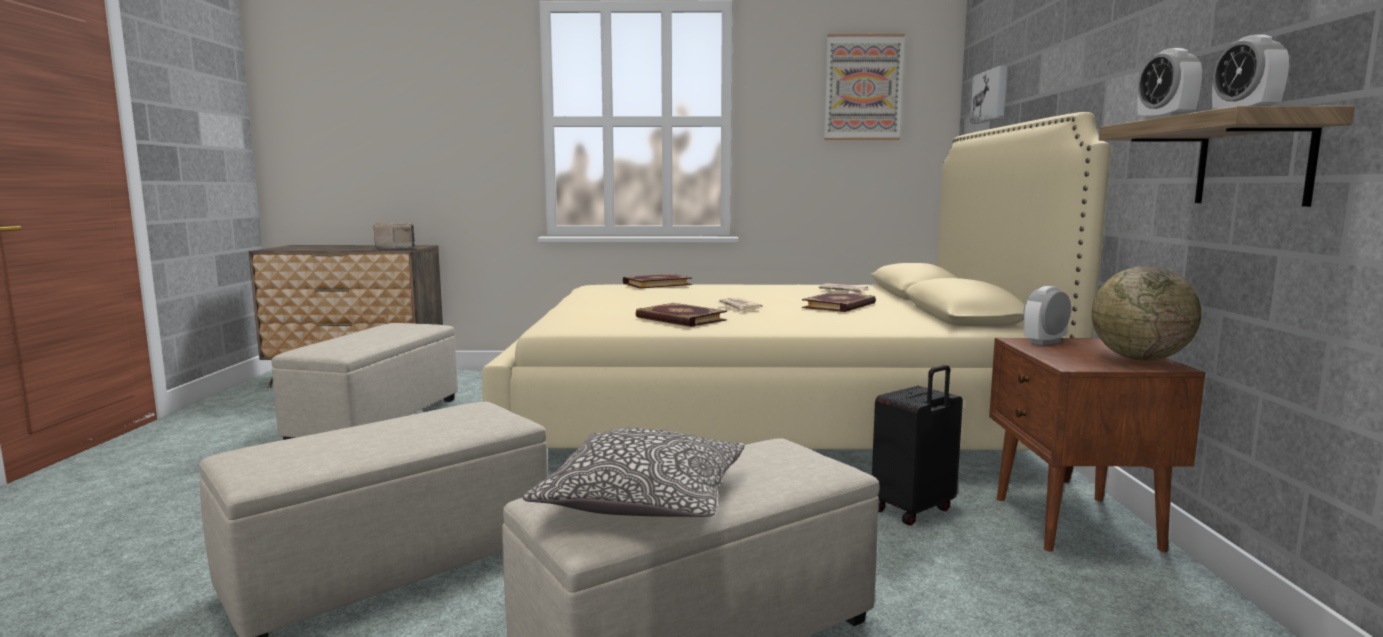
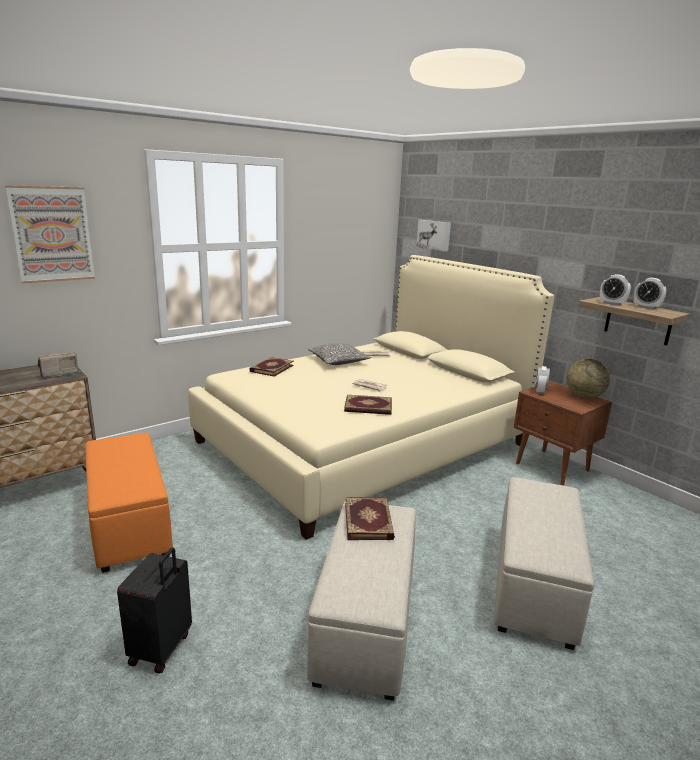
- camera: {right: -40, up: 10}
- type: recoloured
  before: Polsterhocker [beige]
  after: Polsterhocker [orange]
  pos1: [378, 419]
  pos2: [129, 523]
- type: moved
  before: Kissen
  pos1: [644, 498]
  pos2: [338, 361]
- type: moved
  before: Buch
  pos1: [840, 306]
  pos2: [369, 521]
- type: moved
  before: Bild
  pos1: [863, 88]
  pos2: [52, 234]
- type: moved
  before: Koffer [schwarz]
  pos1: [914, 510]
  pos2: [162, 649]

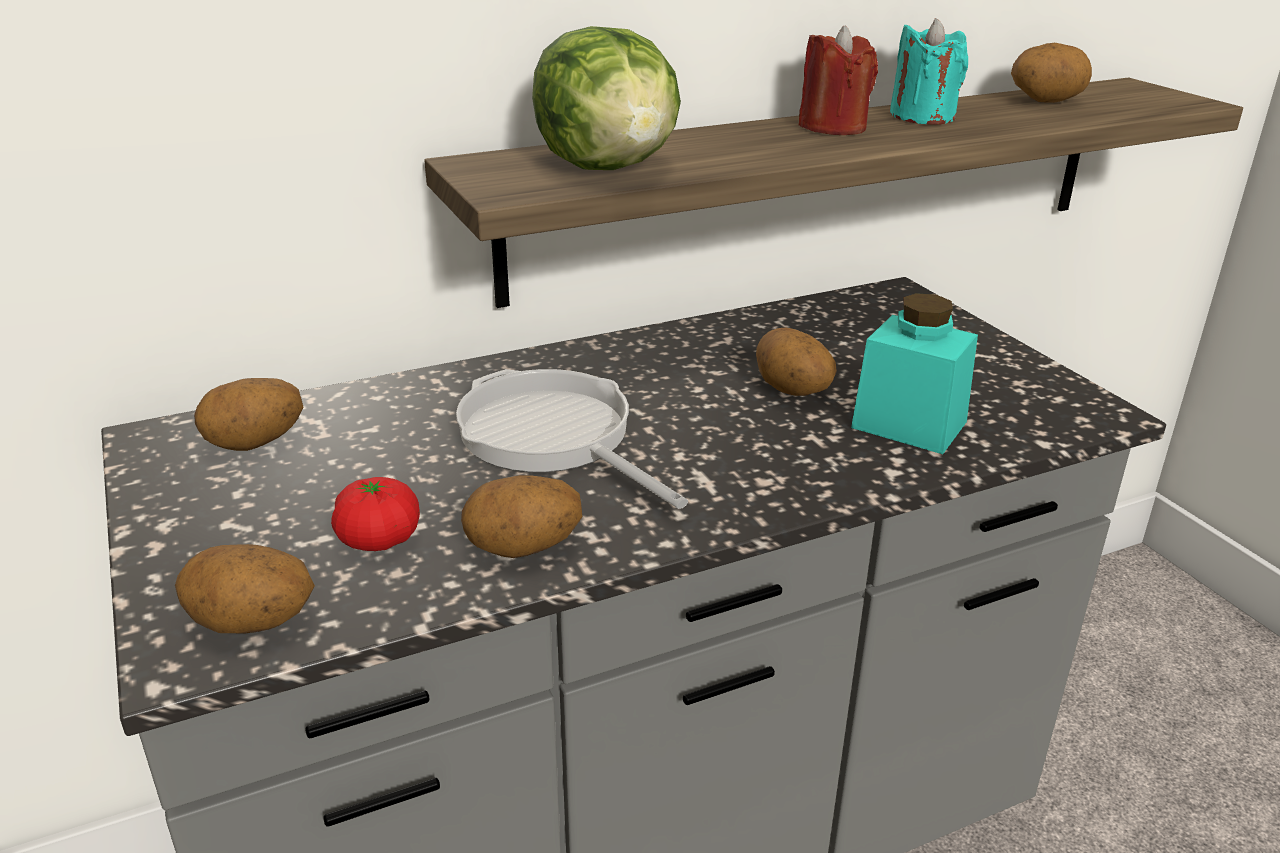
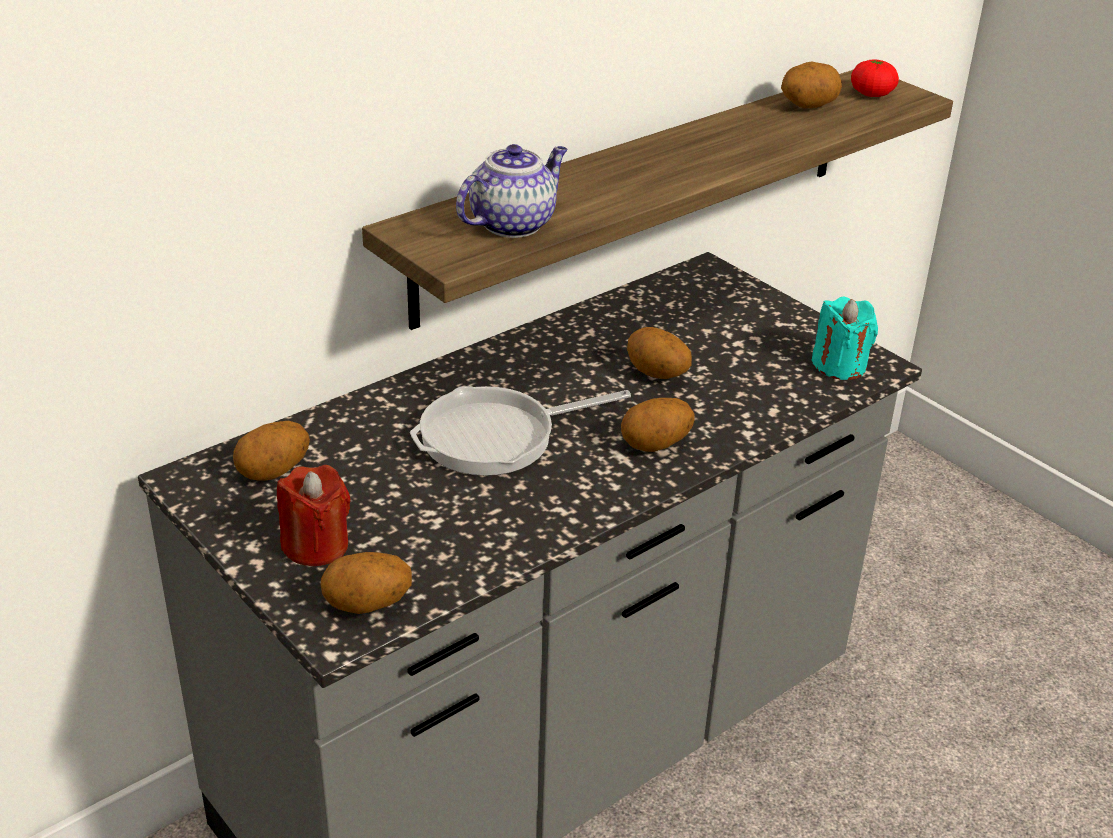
- camera: {right: -15, up: 5}
- type: moved
  before: Tomate
  pos1: [379, 539]
  pos2: [872, 94]
- type: turned
  before: Pfanne
  pos1: [552, 437]
  pos2: [497, 437]
  turn: -60
- type: moved
  before: Kartoffel
  pos1: [523, 550]
  pos2: [656, 446]
- type: replaced
  before: Salatkopf
  after: Teekanne
  pos1: [610, 167]
  pos2: [513, 223]
- type: moved
  before: Kerze [rot]
  pos1: [833, 127]
  pos2: [316, 546]
- type: removed
  before: Vorratsglas [türkis]
  pos1: [909, 424]
- type: moved
  before: Kerze [türkis]
  pos1: [922, 116]
  pos2: [839, 366]

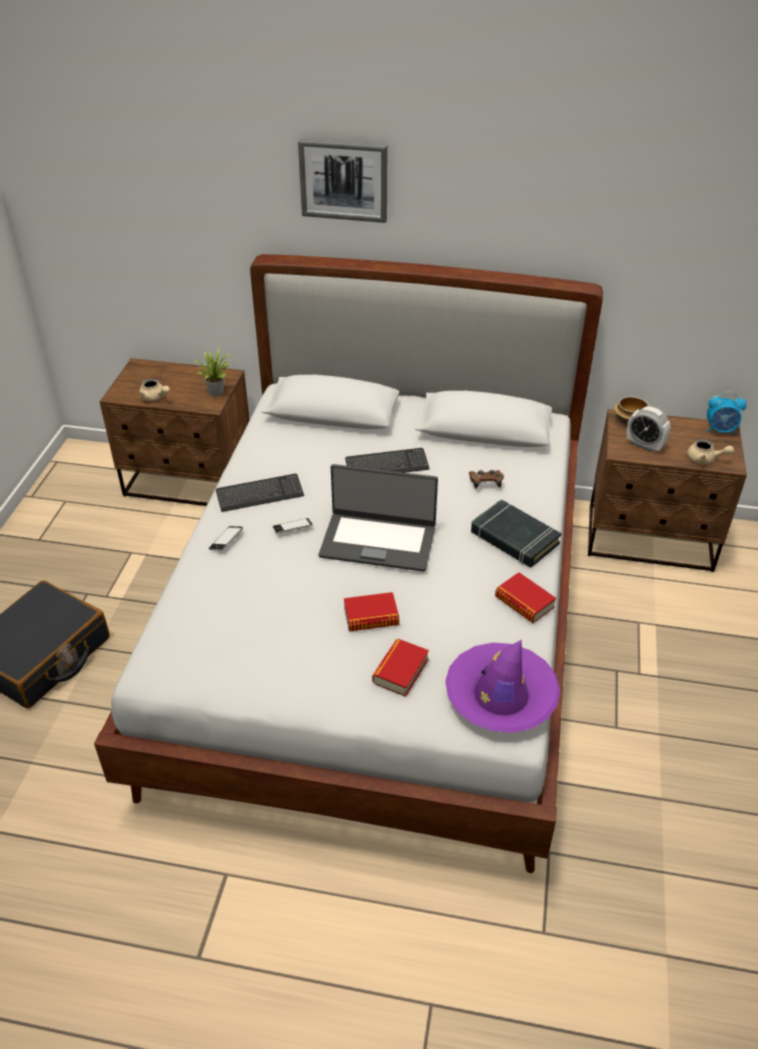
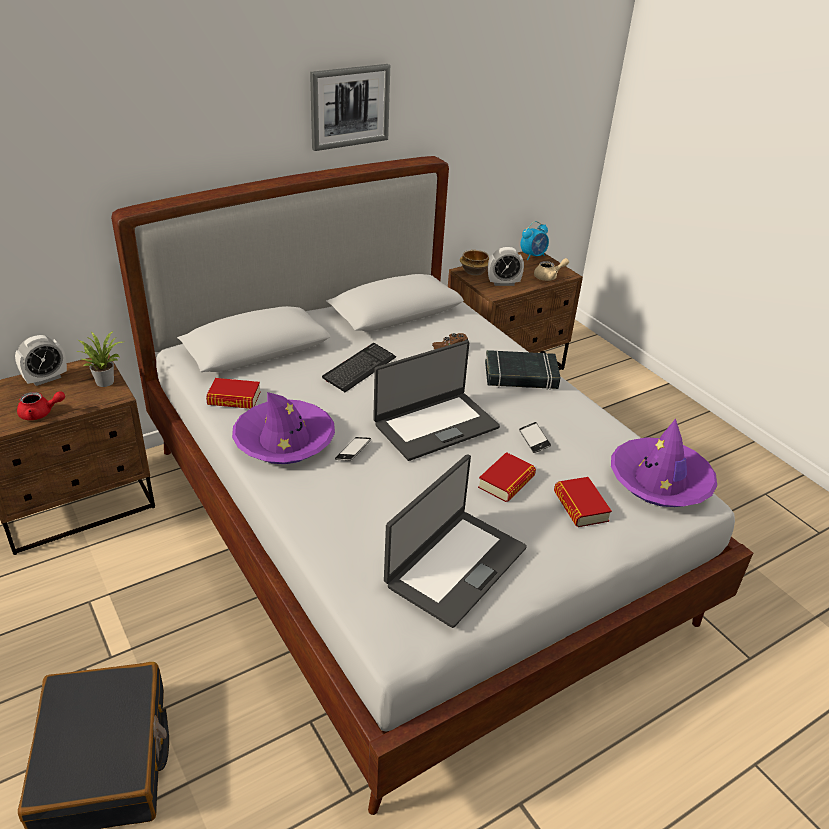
- camera: {right: -45, up: -5}
- type: recoloured
  before: Teekanne [beige]
  after: Teekanne [rot]
  pos1: [155, 397]
  pos2: [40, 413]
- type: moved
  before: Handy
  pos1: [226, 541]
  pos2: [534, 440]
- type: replaced
  before: Tastatur
  after: Hut [lila]
  pos1: [260, 494]
  pos2: [284, 440]
- type: moved
  before: Bild
  pos1: [344, 180]
  pos2: [349, 106]
- type: moved
  before: Buch
  pos1: [524, 602]
  pos2: [234, 398]
- type: added
  after: Wecker
  pos2: [46, 378]
- type: added
  after: Laptop
  pos2: [455, 565]

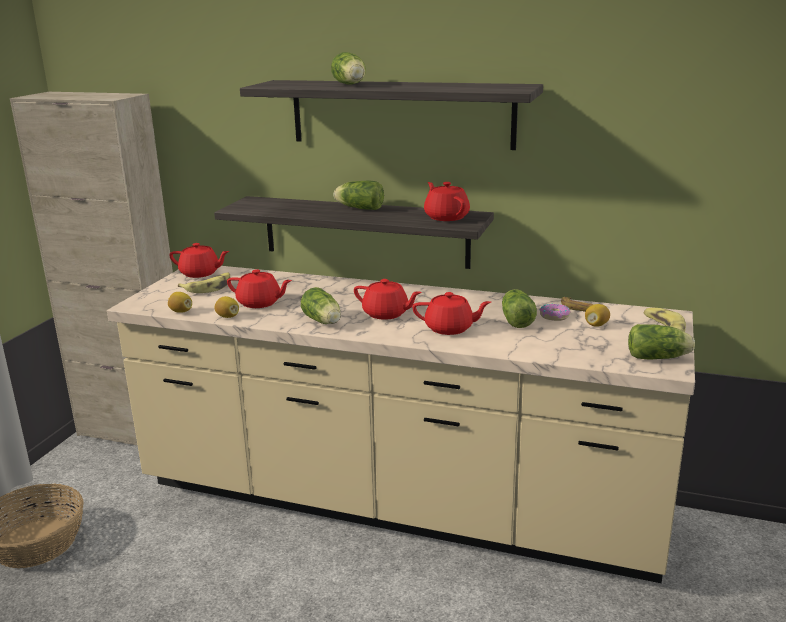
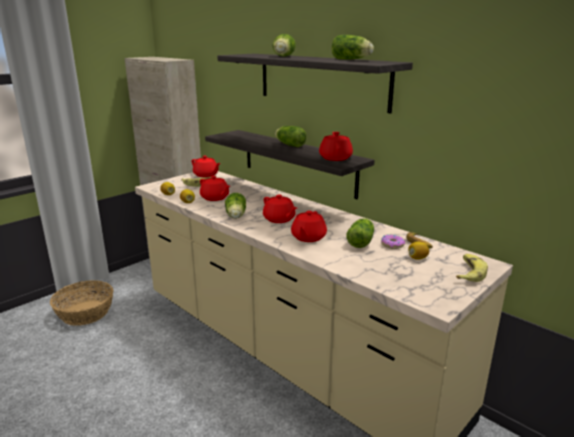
- camera: {right: 25, up: 0}
- type: turned
  before: Teekanne [rot]
  pos1: [450, 328]
  pos2: [308, 237]
  turn: 75
- type: moved
  before: Salatkopf
  pos1: [659, 357]
  pos2: [352, 59]

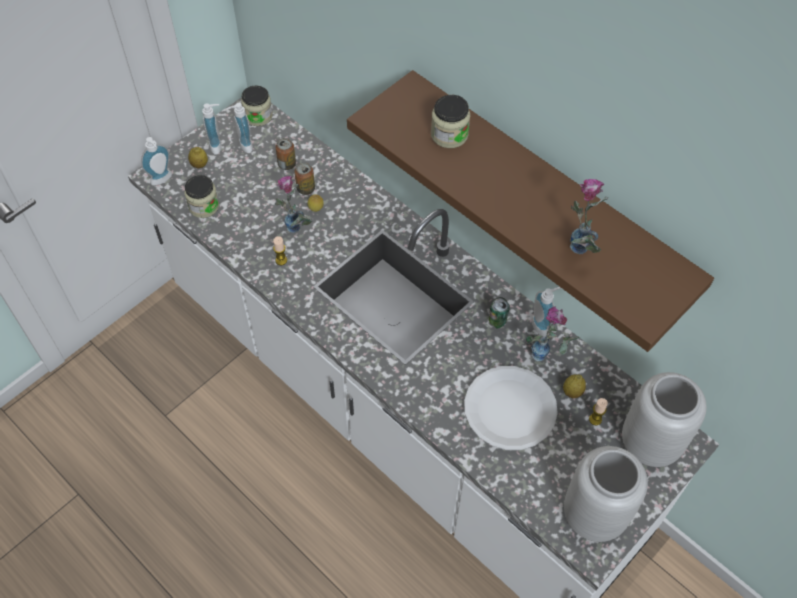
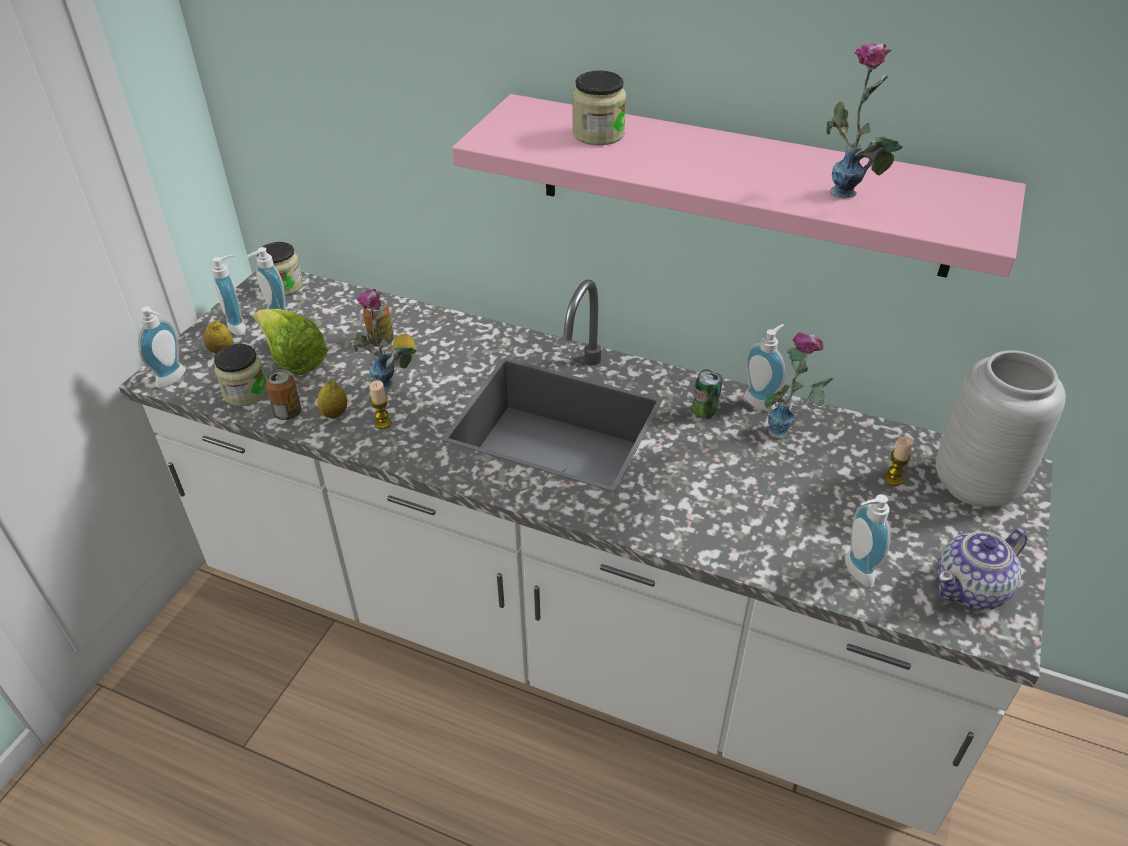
- camera: {right: -20, up: -15}
- type: moved
  before: Dose
  pos1: [287, 164]
  pos2: [288, 413]
- type: recoloured
  before: Wandregal [braun]
  after: Wandregal [rosa]
  pos1: [547, 191]
  pos2: [741, 185]
- type: removed
  before: Teller [weiß]
  pos1: [510, 409]
- type: moved
  before: Zitrone
  pos1: [572, 392]
  pos2: [334, 414]
- type: replaced
  before: Vase [grau]
  after: Teekanne
  pos1: [595, 515]
  pos2: [971, 588]
- type: added
  after: Salatkopf
  pos2: [293, 359]
- type: added
  after: Seifenspender
  pos2: [854, 571]

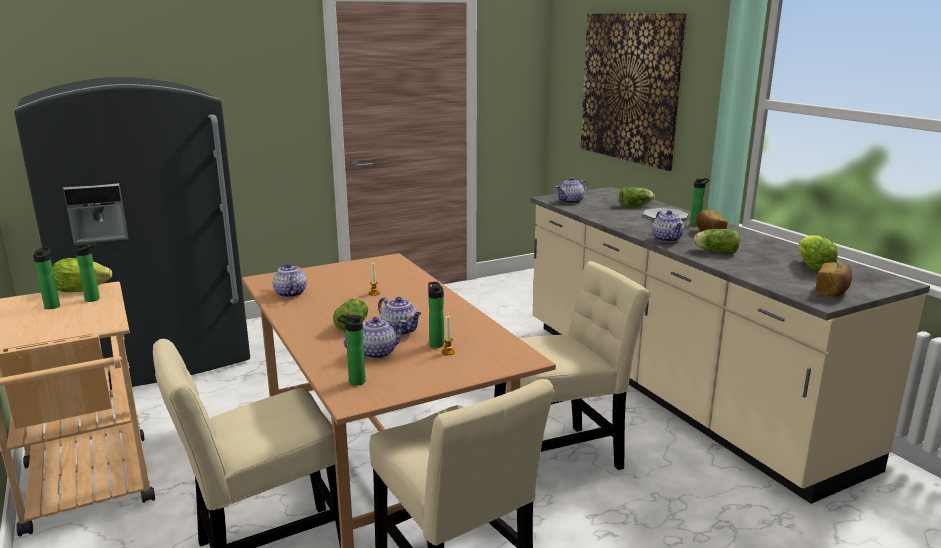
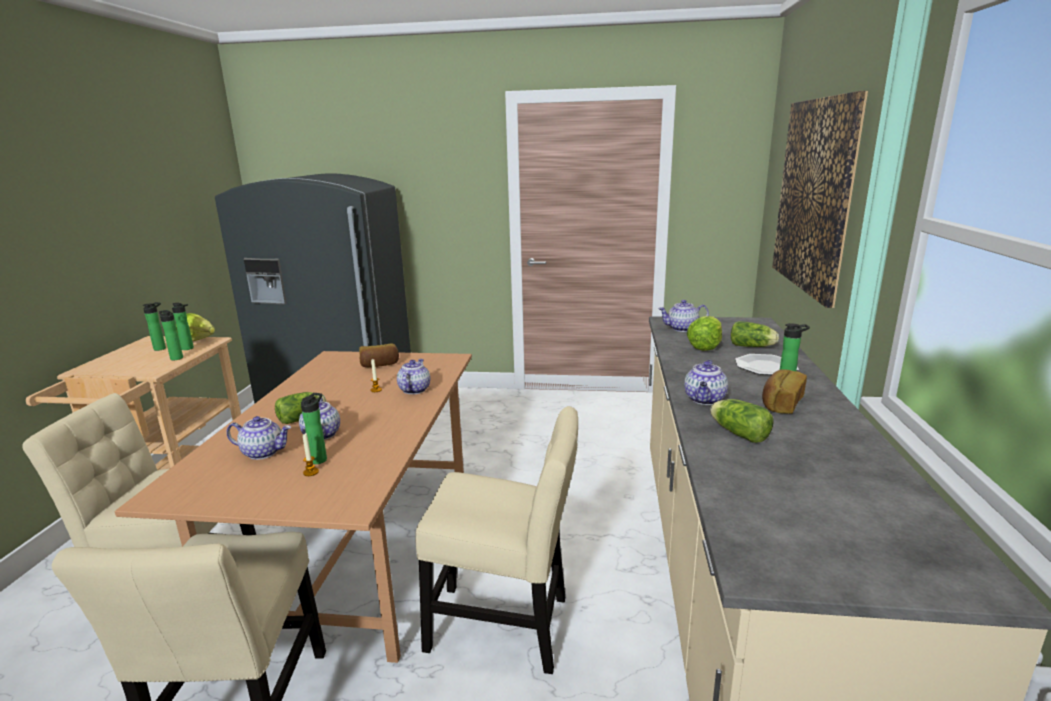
- camera: {right: 35, up: 0}
- type: moved
  before: Teekanne
  pos1: [290, 293]
  pos2: [414, 389]
- type: moved
  before: Flasche
  pos1: [354, 381]
  pos2: [176, 358]
- type: moved
  before: Salatkopf
  pos1: [813, 267]
  pos2: [705, 347]
- type: moved
  before: Brot
  pos1: [832, 291]
  pos2: [379, 365]

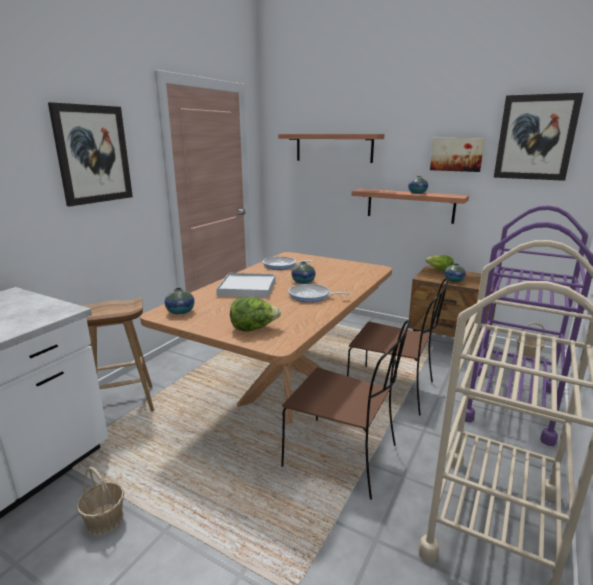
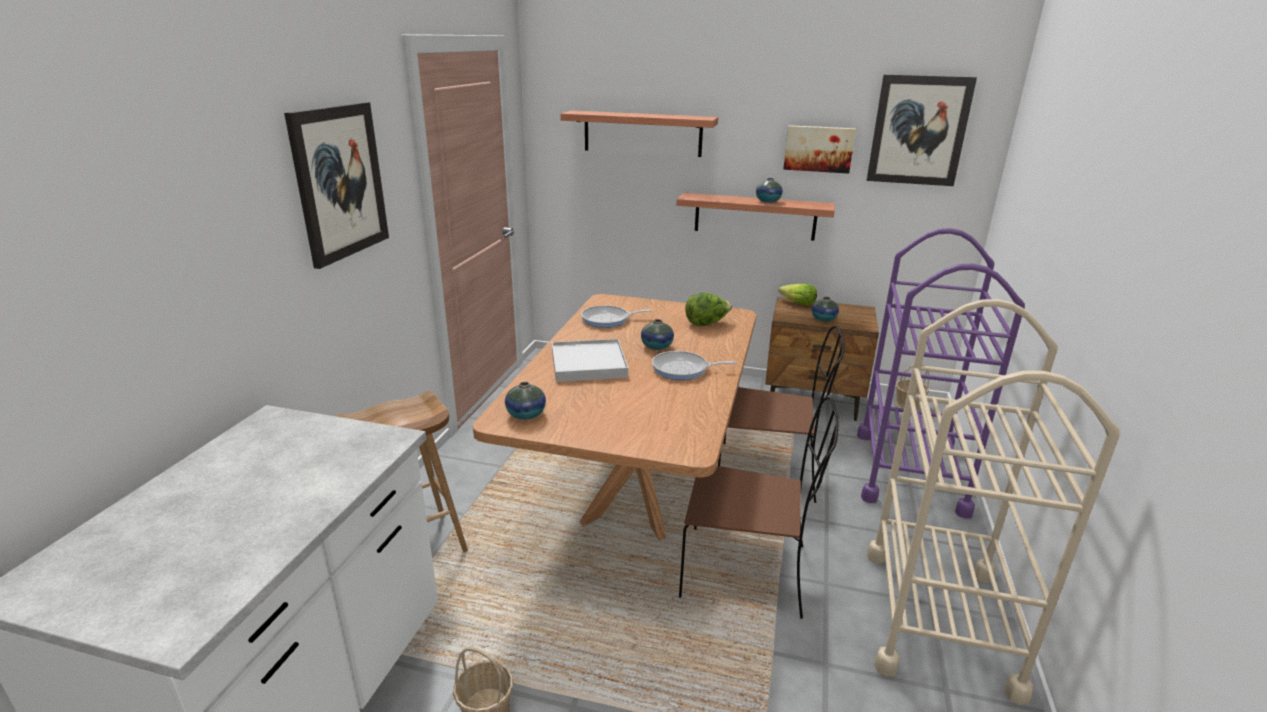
- camera: {right: -15, up: 5}
- type: moved
  before: Salatkopf
  pos1: [253, 329]
  pos2: [706, 323]

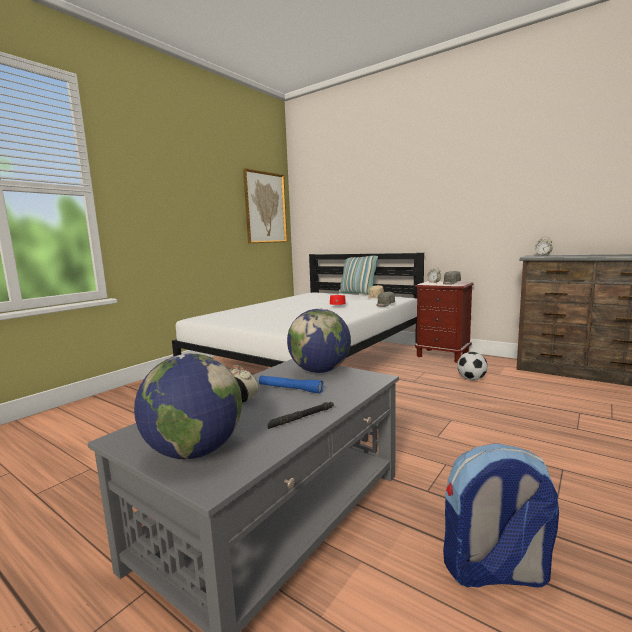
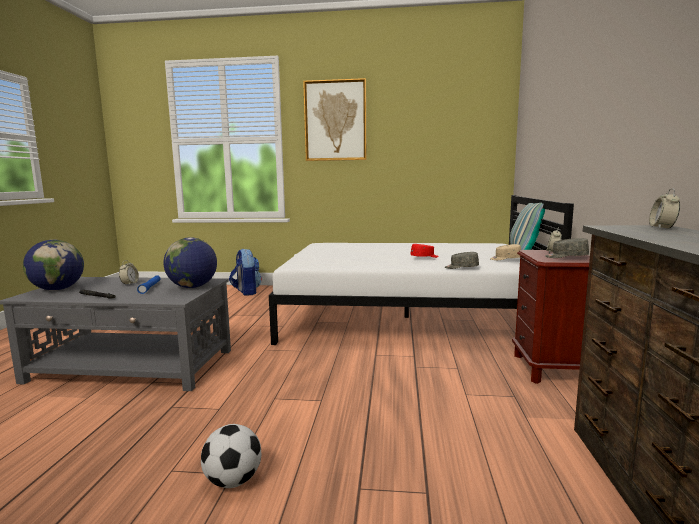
- camera: {right: 60, up: 0}
- type: moved
  before: Bild
  pos1: [265, 208]
  pos2: [335, 121]
- type: moved
  before: Rucksack
  pos1: [494, 572]
  pos2: [246, 292]
- type: moved
  before: Fußball
  pos1: [471, 379]
  pos2: [233, 481]

